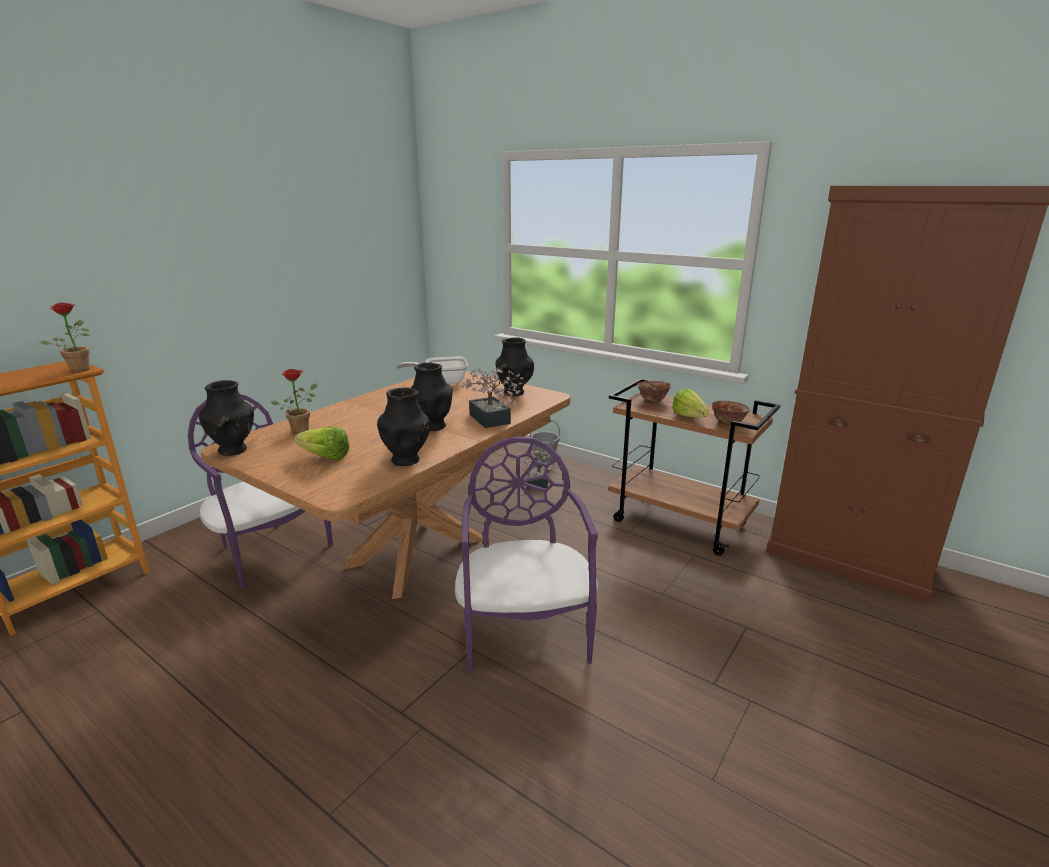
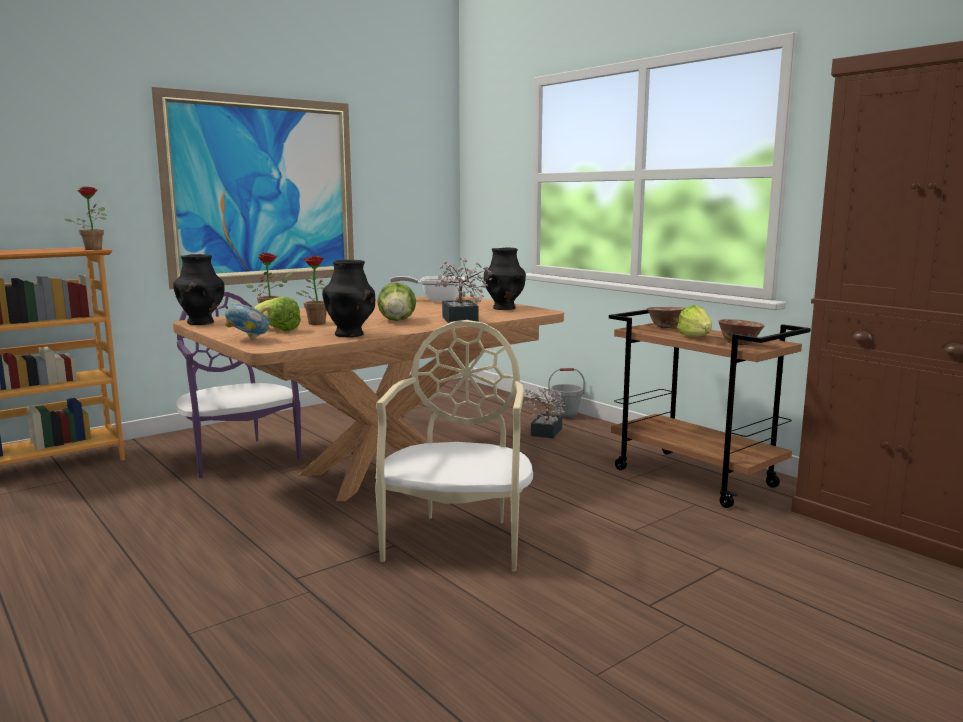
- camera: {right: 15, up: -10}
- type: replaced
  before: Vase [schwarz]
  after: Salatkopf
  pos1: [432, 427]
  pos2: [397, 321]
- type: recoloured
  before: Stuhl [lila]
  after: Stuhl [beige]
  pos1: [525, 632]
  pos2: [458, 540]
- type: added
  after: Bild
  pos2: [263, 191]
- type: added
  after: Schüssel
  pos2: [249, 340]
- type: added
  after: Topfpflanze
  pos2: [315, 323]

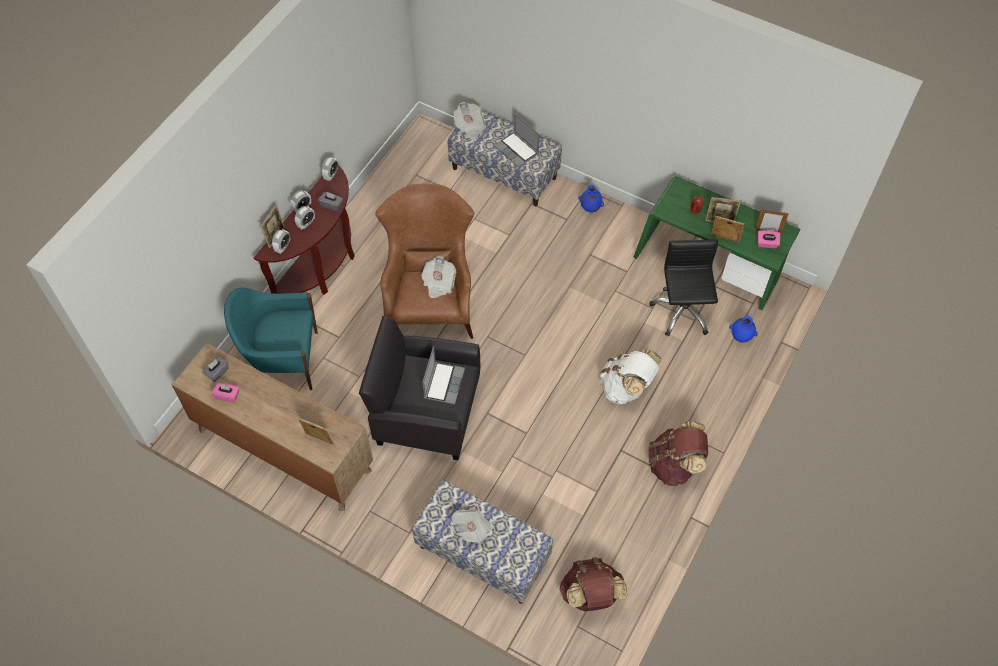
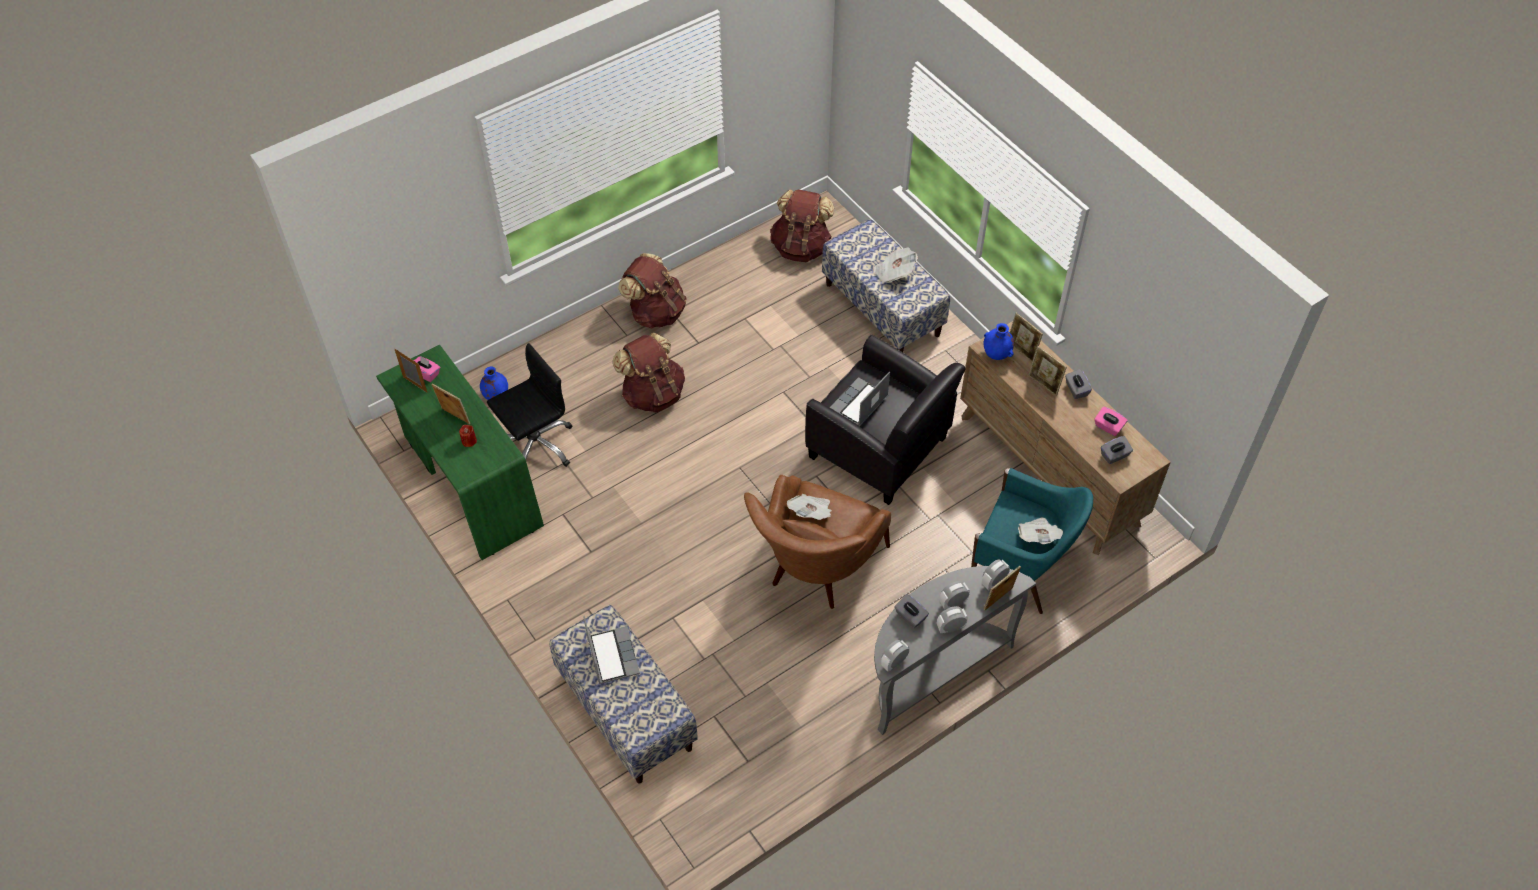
- camera: {right: -155, up: -5}
- type: recoloured
  before: Konsolentisch [braun]
  after: Konsolentisch [grau]
  pos1: [321, 266]
  pos2: [933, 671]
- type: moved
  before: Zeitung
  pos1: [469, 126]
  pos2: [1038, 537]
- type: moved
  before: Vase [blau]
  pos1: [590, 208]
  pos2: [996, 355]
- type: recoloured
  before: Rucksack [weiß]
  after: Rucksack [braun]
  pos1: [626, 388]
  pos2: [652, 394]
- type: turned
  before: Bürostuhl [schwarz]
  pos1: [682, 311]
  pos2: [535, 445]
  turn: -150
- type: moved
  before: Bilderrahmen
  pos1: [724, 239]
  pos2: [1044, 384]
- type: added
  after: Taschentuchbox [grau]
  pos2: [1076, 390]

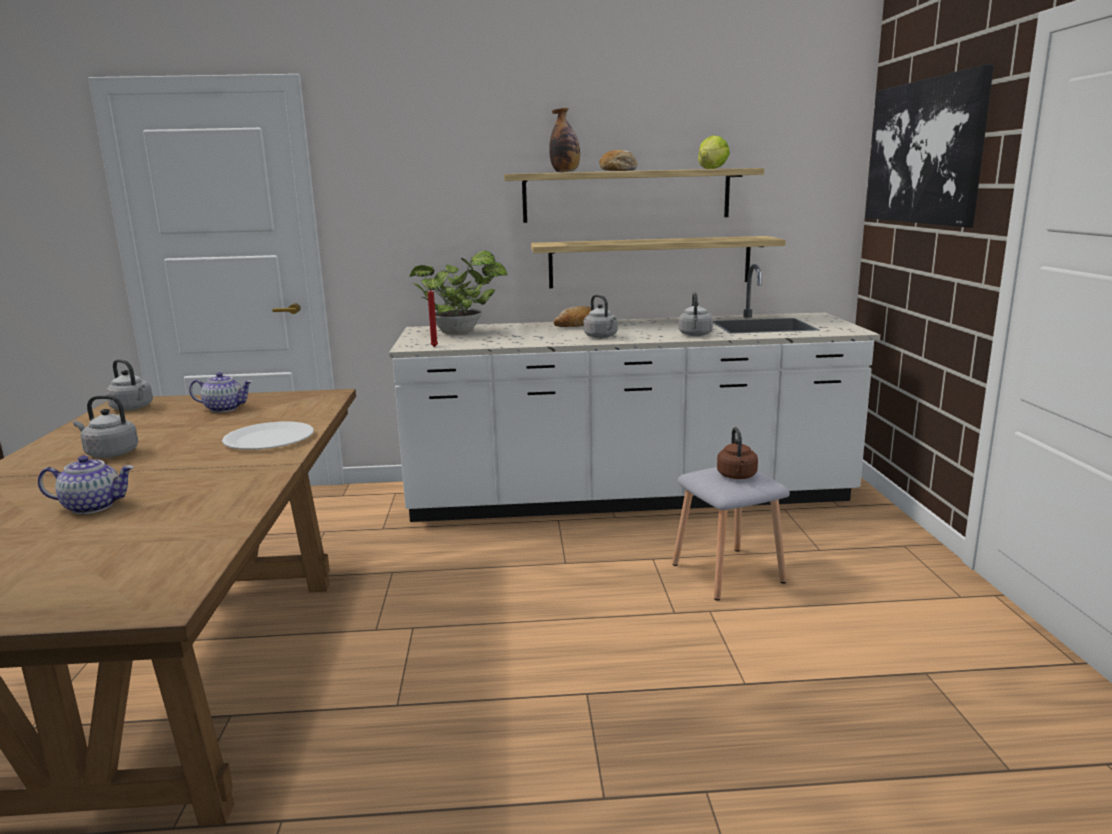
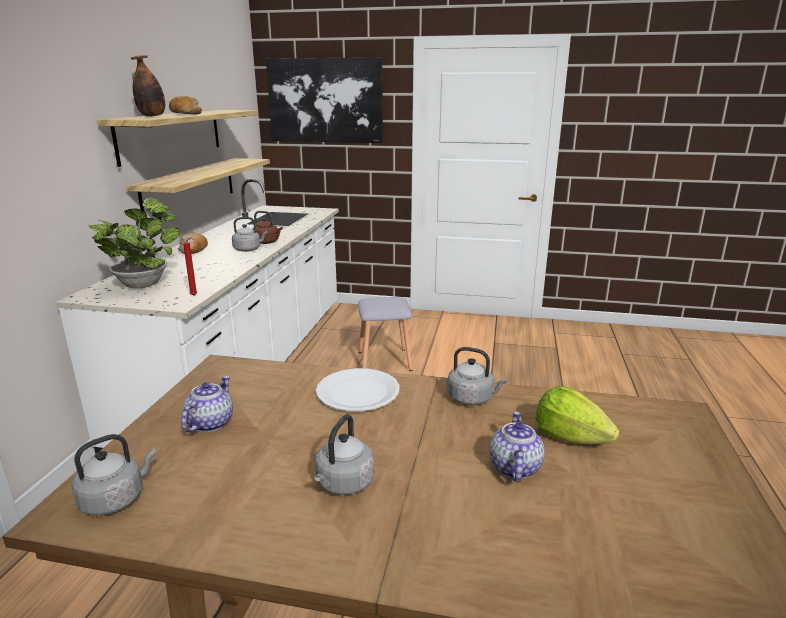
- camera: {right: -75, up: 5}
- type: moved
  before: Wasserkessel [grau]
  pos1: [695, 335]
  pos2: [472, 398]
- type: moved
  before: Salatkopf
  pos1: [711, 168]
  pos2: [570, 437]
- type: moved
  before: Wasserkessel [braun]
  pos1: [737, 476]
  pos2: [267, 242]

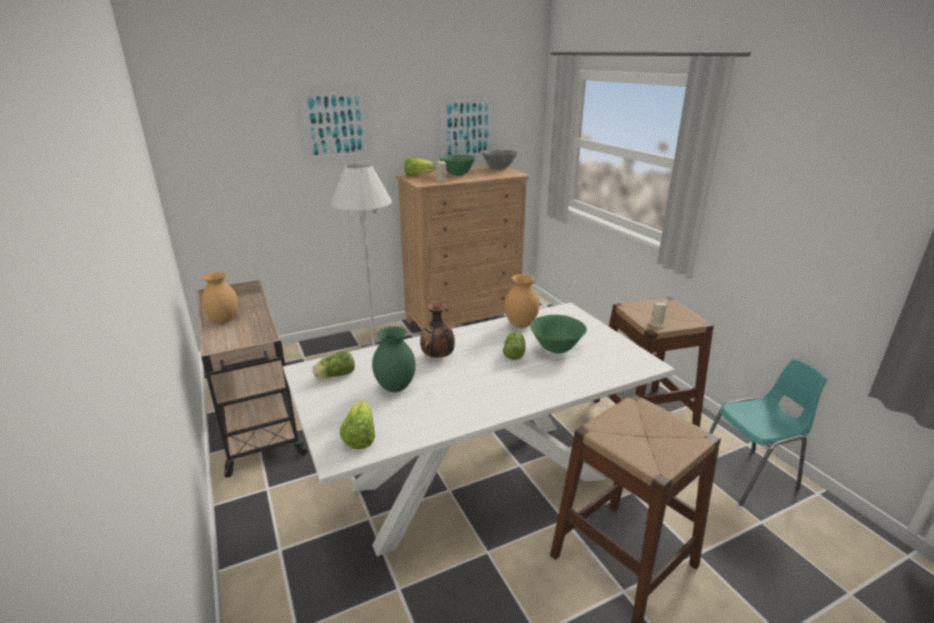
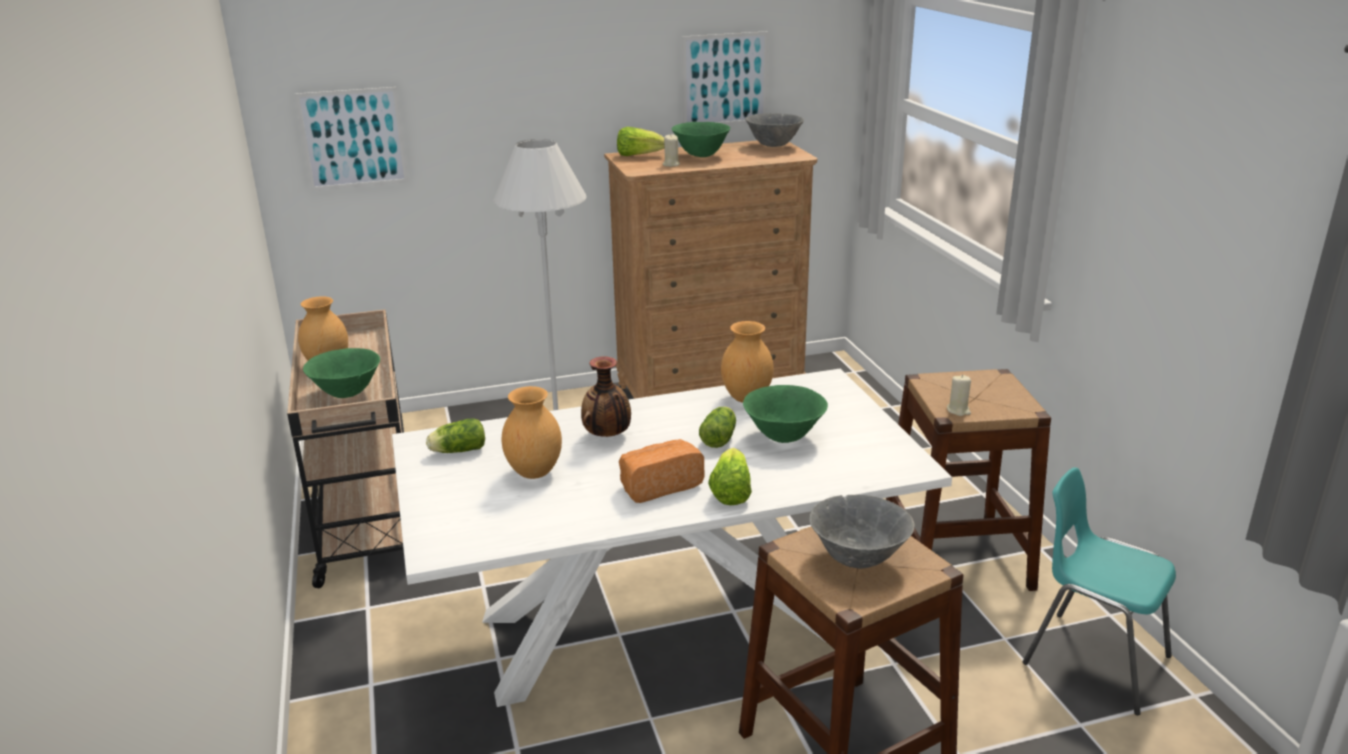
- camera: {right: 10, up: 0}
- type: moved
  before: Bild
  pos1: [335, 125]
  pos2: [353, 139]
- type: moved
  before: Salatkopf
  pos1: [360, 436]
  pos2: [730, 492]
- type: recoloured
  before: Vase [grün]
  after: Vase [braun]
  pos1: [395, 387]
  pos2: [535, 472]
- type: turned
  before: Stuhl [türkis]
  pos1: [749, 475]
  pos2: [1092, 659]
  turn: -135
- type: added
  after: Schüssel [grün]
  pos2: [347, 393]
- type: added
  after: Brot
  pos2: [659, 485]
- type: added
  after: Schüssel [grau]
  pos2: [857, 560]

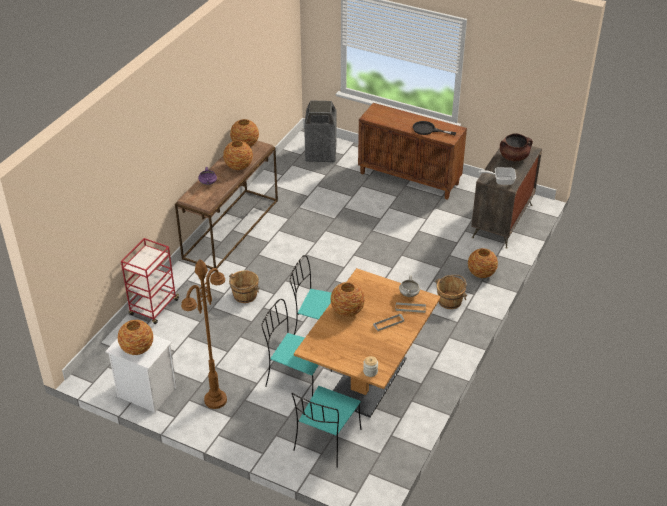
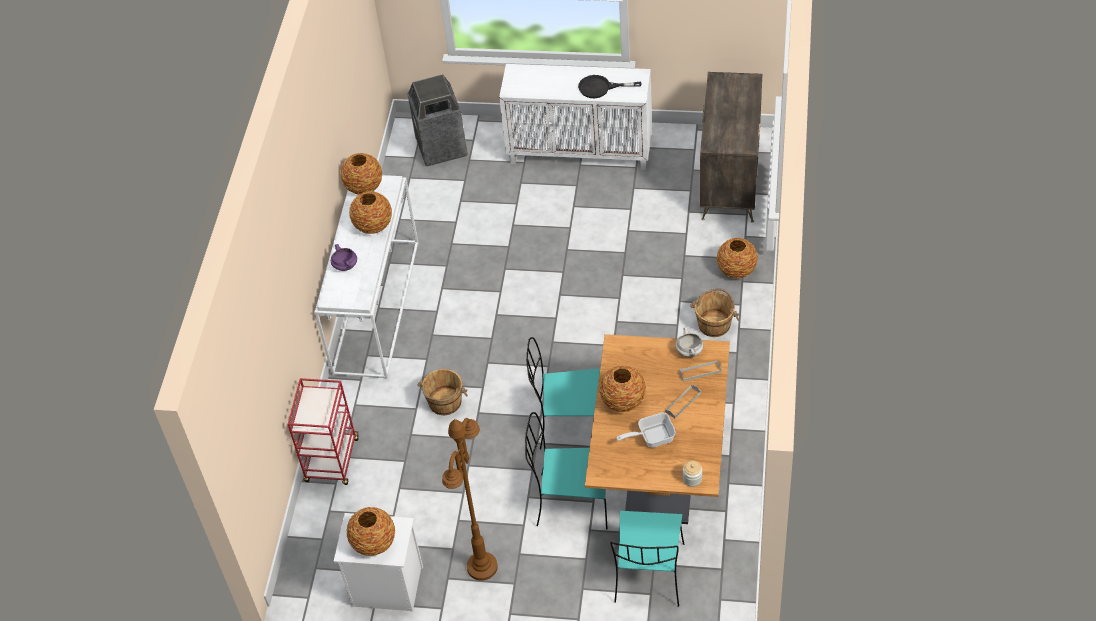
- camera: {right: -15, up: 10}
- type: recoloured
  before: Konsolentisch [braun]
  after: Konsolentisch [weiß]
  pos1: [231, 228]
  pos2: [375, 306]
- type: recoloured
  before: Schrank [braun]
  after: Schrank [weiß]
  pos1: [410, 178]
  pos2: [581, 151]
- type: moved
  before: Pfanne
  pos1: [500, 180]
  pos2: [652, 437]
- type: removed
  before: Kochtopf [braun]
  pos1: [514, 157]

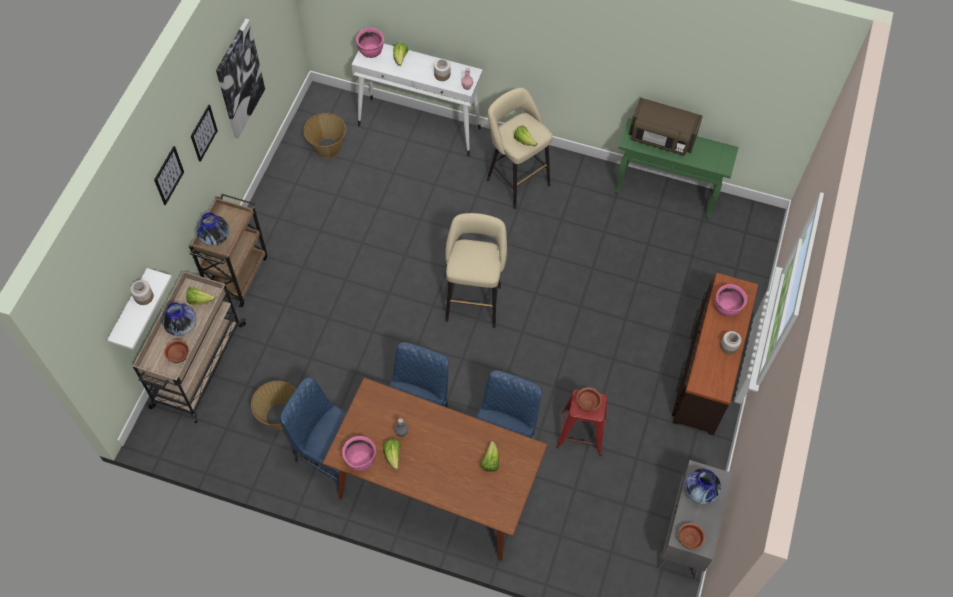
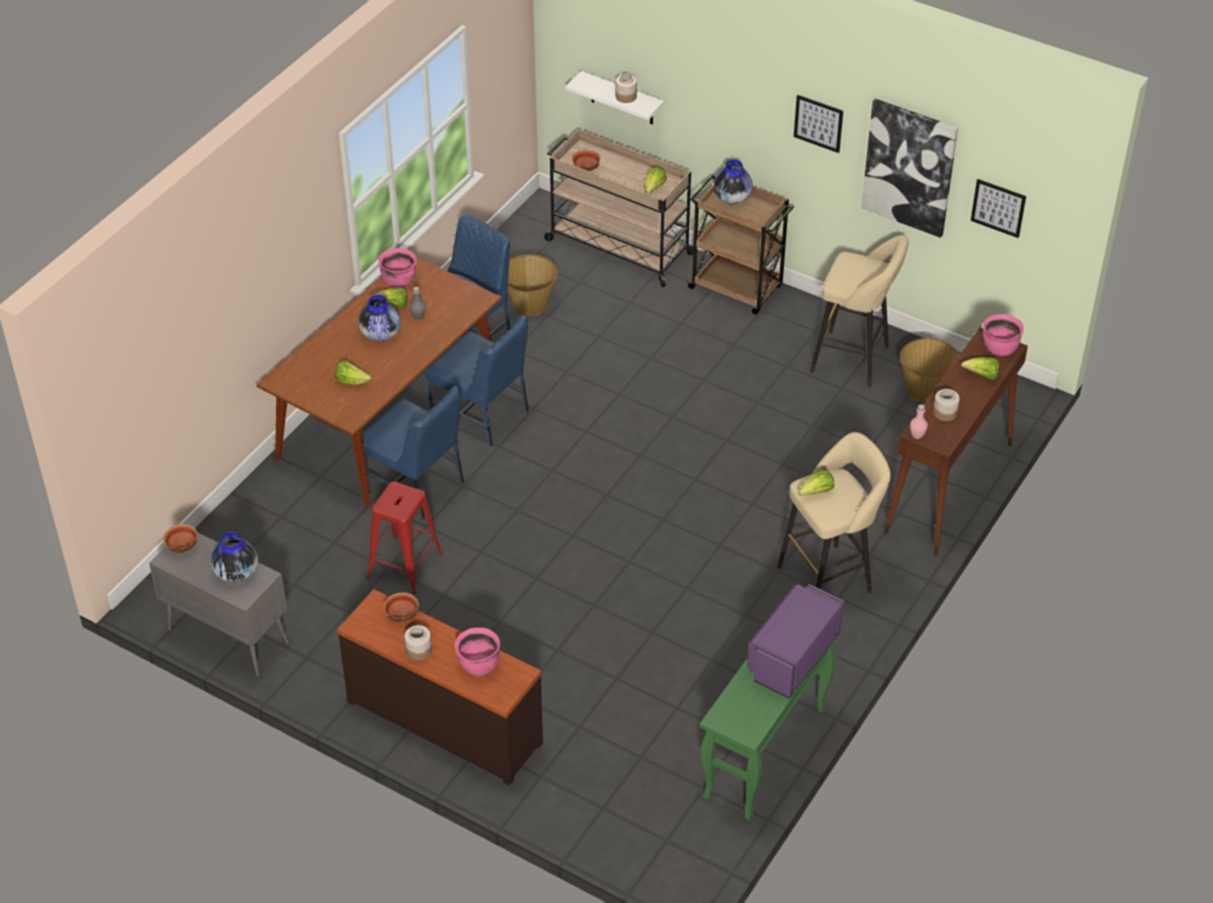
- camera: {right: 105, up: -15}
- type: moved
  before: Bild
  pos1: [168, 175]
  pos2: [998, 208]
- type: moved
  before: Vase
  pos1: [181, 325]
  pos2: [381, 334]
- type: recoloured
  before: Konsolentisch [weiß]
  after: Konsolentisch [braun]
  pos1: [420, 127]
  pos2: [948, 488]
- type: moved
  before: Hocker [beige]
  pos1: [474, 300]
  pos2: [854, 360]
- type: moved
  before: Schüssel
  pos1: [588, 403]
  pos2: [402, 616]
- type: recoloured
  before: Mikrowelle [braun]
  after: Mikrowelle [lila]
  pos1: [661, 138]
  pos2: [792, 656]

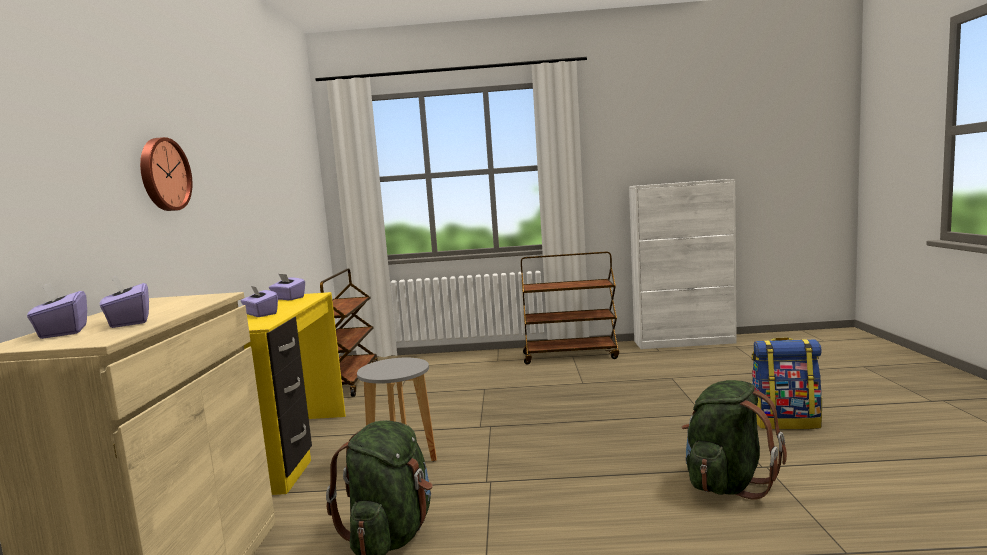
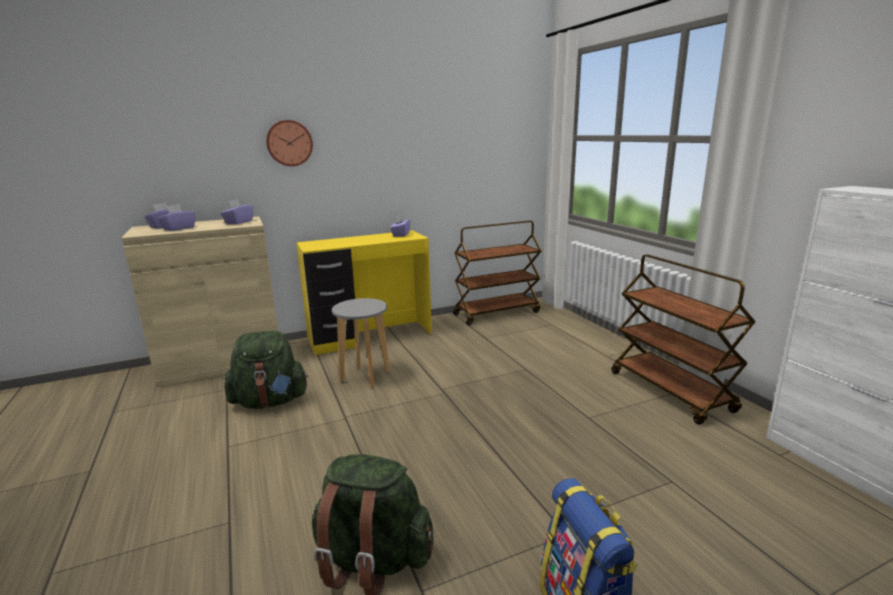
- camera: {right: 65, up: 10}
- type: moved
  before: Taschentuchbox [lila]
  pos1: [261, 314]
  pos2: [238, 222]

